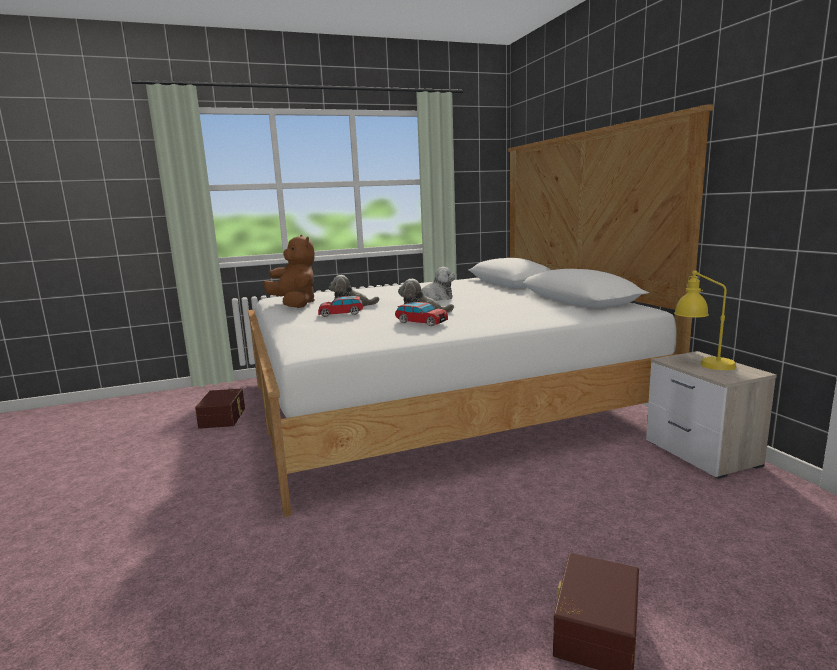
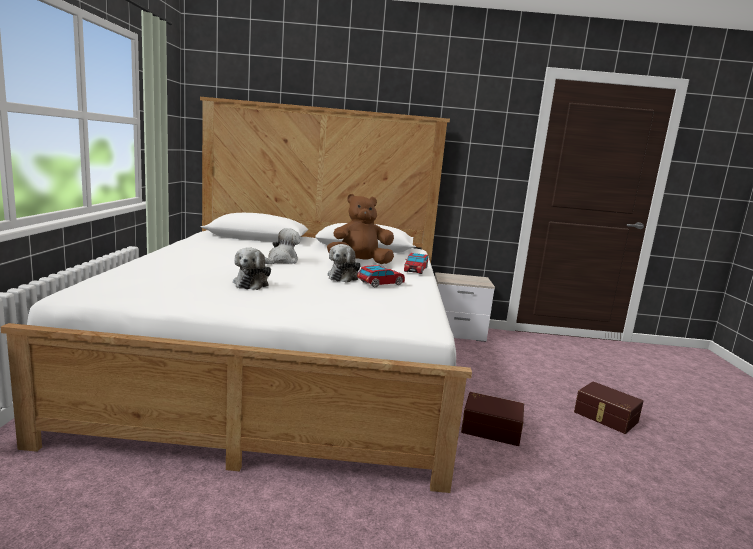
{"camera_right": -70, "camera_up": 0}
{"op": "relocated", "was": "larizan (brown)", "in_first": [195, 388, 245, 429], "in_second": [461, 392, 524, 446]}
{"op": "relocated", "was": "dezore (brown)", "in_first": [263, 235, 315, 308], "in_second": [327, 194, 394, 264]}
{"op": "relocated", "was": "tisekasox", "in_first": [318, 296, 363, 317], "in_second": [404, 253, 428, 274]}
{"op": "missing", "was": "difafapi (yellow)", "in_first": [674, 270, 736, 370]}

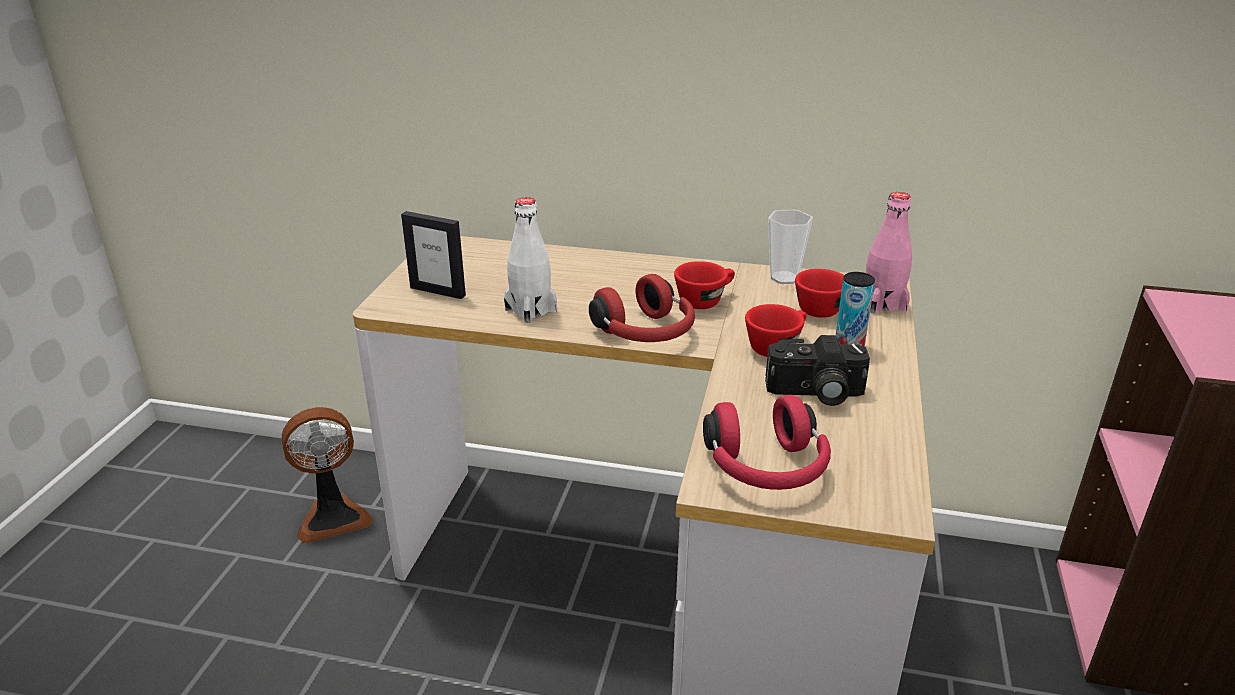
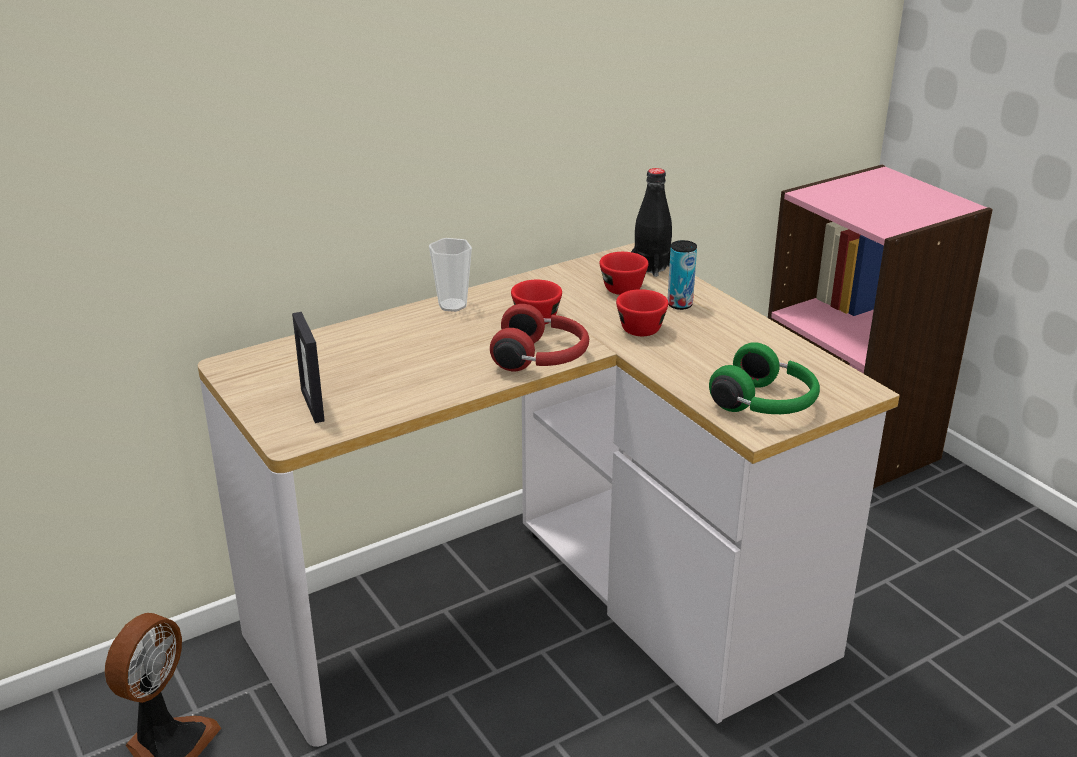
{"camera_right": -45, "camera_up": 0}
{"op": "spun", "was": "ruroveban", "in_first": [401, 211, 466, 299], "in_second": [292, 312, 325, 423], "clockwise": 90}
{"op": "missing", "was": "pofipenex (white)", "in_first": [504, 197, 557, 323]}
{"op": "colour", "was": "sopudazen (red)", "now": "sopudazen (green)", "in_first": [703, 395, 831, 490], "in_second": [709, 342, 820, 414]}
{"op": "missing", "was": "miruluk", "in_first": [765, 335, 870, 406]}
{"op": "relocated", "was": "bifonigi", "in_first": [768, 210, 813, 284], "in_second": [429, 238, 472, 312]}
{"op": "colour", "was": "pofipenex (pink)", "now": "pofipenex (black)", "in_first": [866, 192, 912, 314], "in_second": [631, 168, 672, 277]}

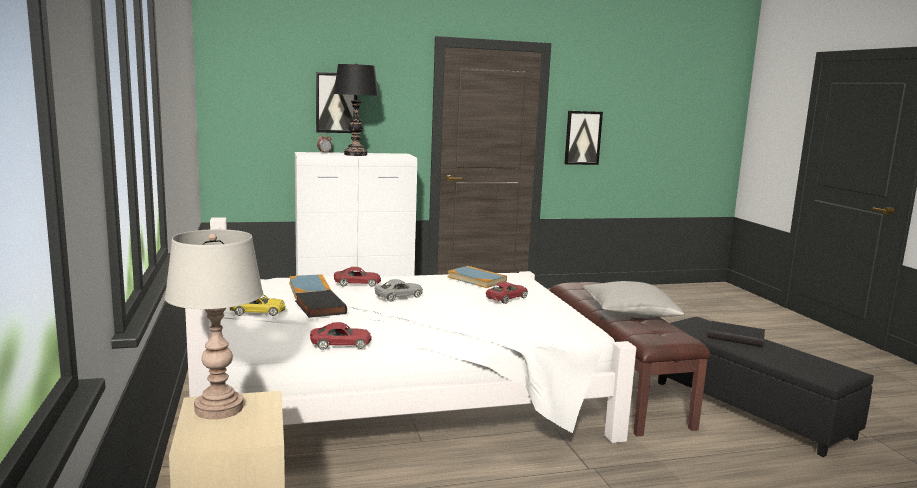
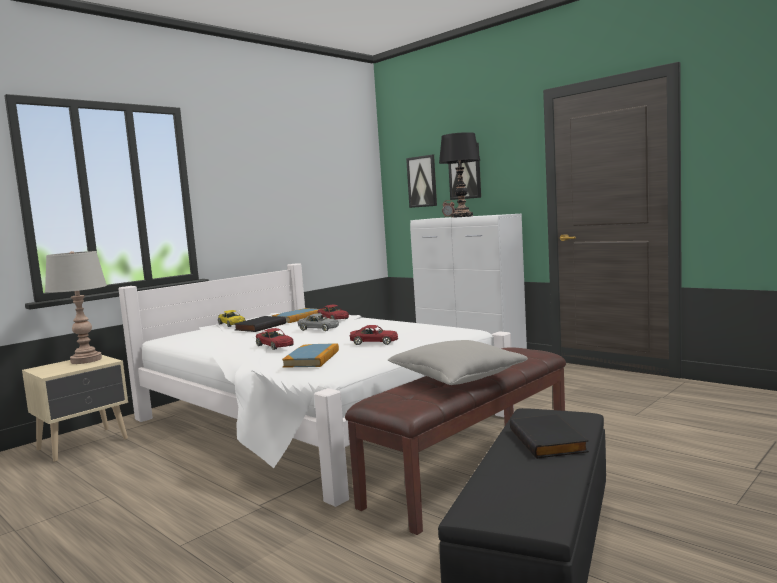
{"camera_right": 60, "camera_up": -5}
{"op": "relocated", "was": "tisekasox (red)", "in_first": [310, 322, 372, 350], "in_second": [256, 328, 294, 350]}
{"op": "relocated", "was": "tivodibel", "in_first": [448, 266, 507, 288], "in_second": [282, 343, 339, 368]}
{"op": "relocated", "was": "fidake", "in_first": [564, 111, 603, 165], "in_second": [406, 155, 437, 208]}

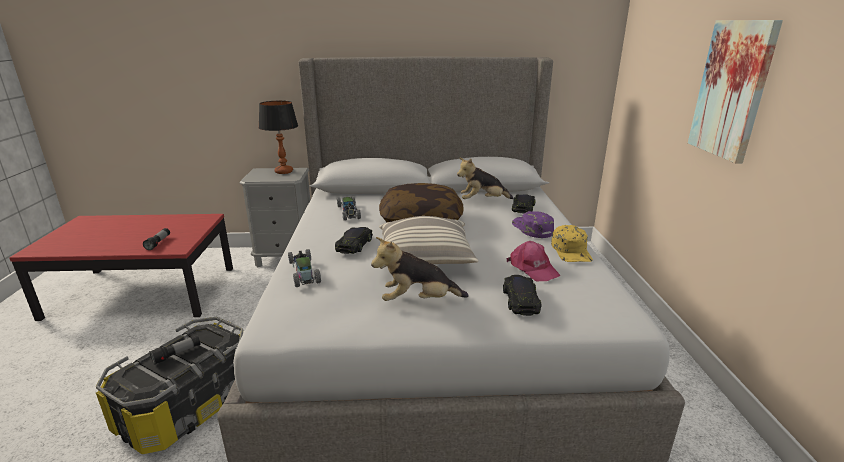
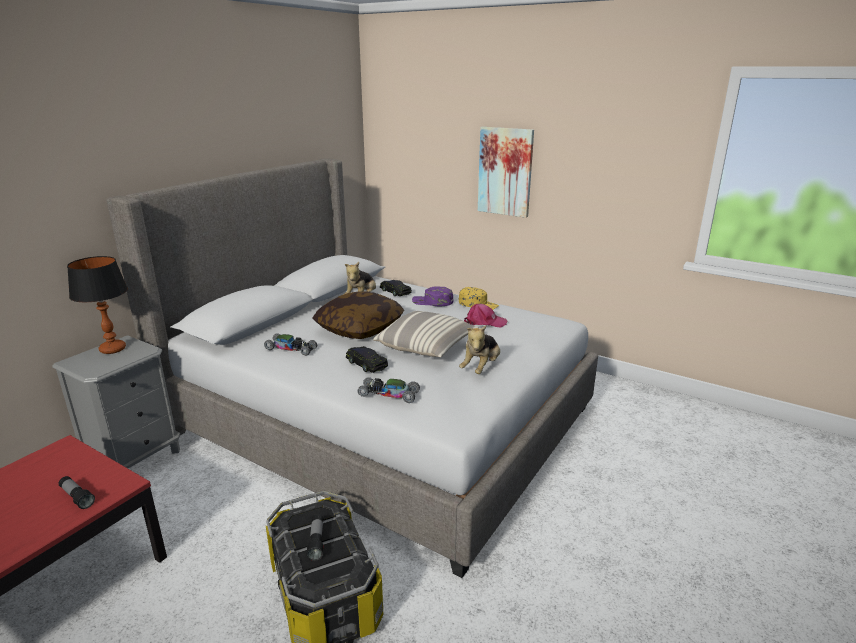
{"camera_right": -55, "camera_up": 0}
{"op": "missing", "was": "tisekasox (black)", "in_first": [503, 275, 541, 316]}

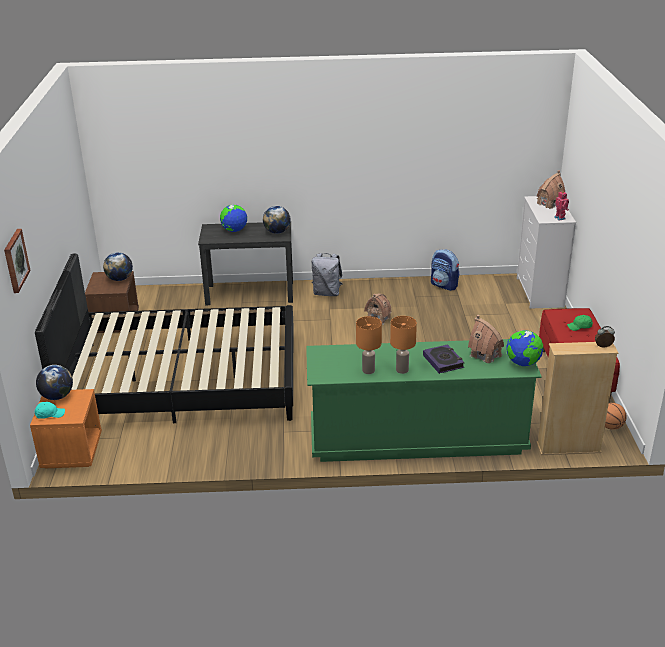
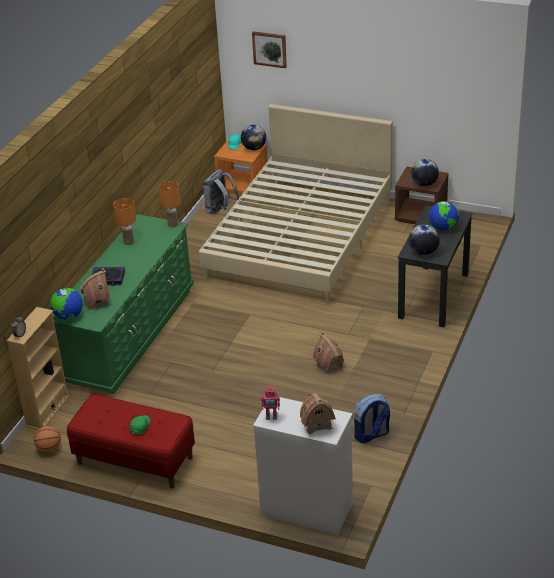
{"camera_right": 115, "camera_up": 5}
{"op": "colour", "was": "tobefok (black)", "now": "tobefok (beige)", "in_first": [35, 254, 293, 423], "in_second": [199, 104, 393, 304]}
{"op": "relocated", "was": "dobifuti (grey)", "in_first": [312, 253, 343, 296], "in_second": [203, 169, 240, 214]}
{"op": "relocated", "was": "difafapi (orange)", "in_first": [390, 316, 417, 374], "in_second": [158, 181, 181, 228]}

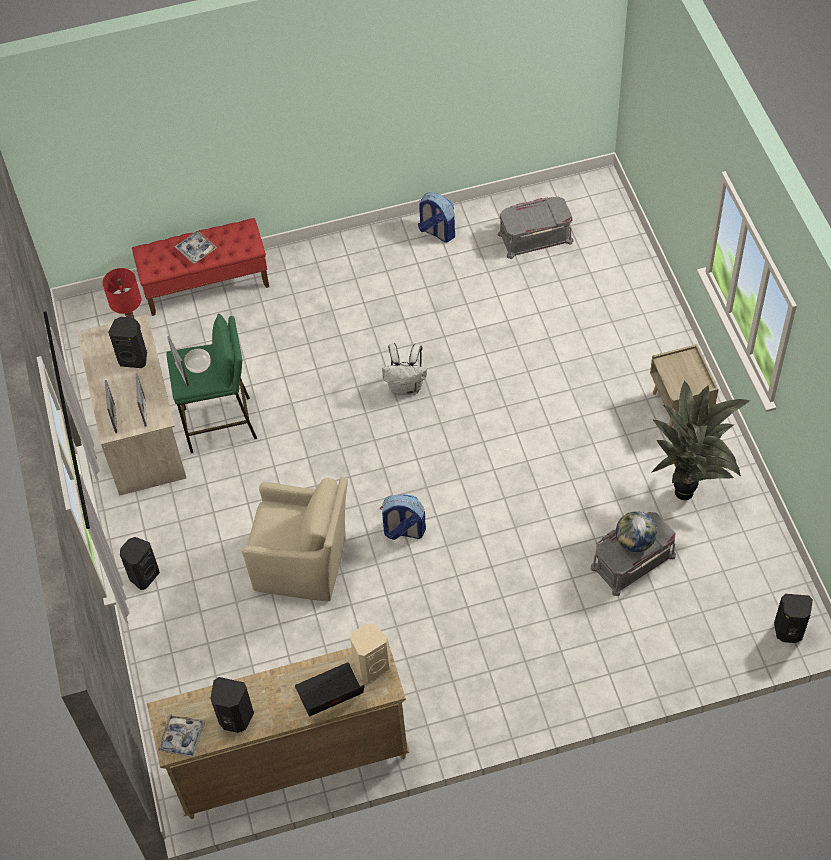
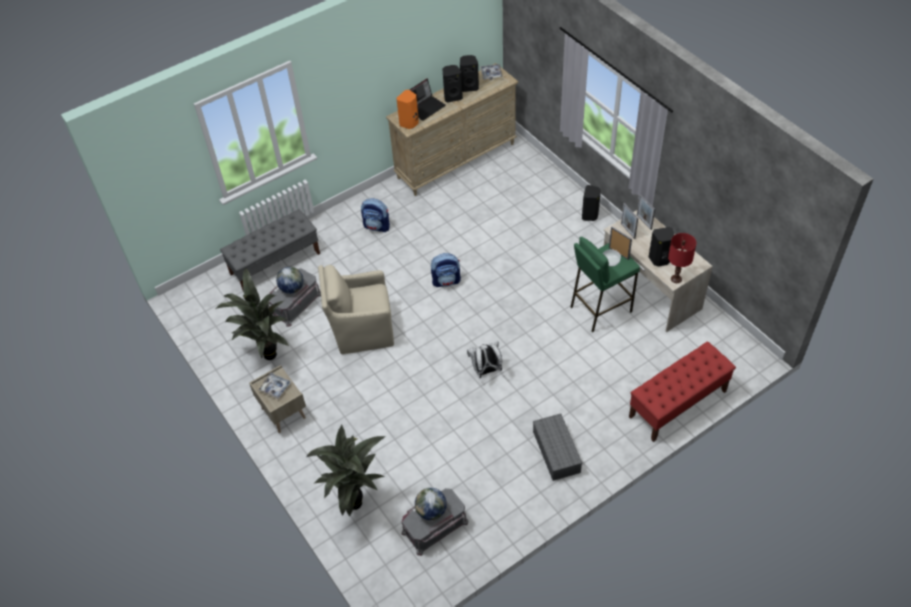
{"camera_right": 160, "camera_up": -5}
{"op": "relocated", "was": "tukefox", "in_first": [175, 231, 217, 264], "in_second": [257, 372, 292, 399]}
{"op": "relocated", "was": "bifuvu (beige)", "in_first": [242, 477, 348, 601], "in_second": [318, 265, 394, 354]}
{"op": "colour", "was": "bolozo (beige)", "now": "bolozo (orange)", "in_first": [350, 624, 390, 682], "in_second": [397, 90, 419, 129]}
{"op": "relocated", "was": "dobifuti", "in_first": [418, 192, 455, 242], "in_second": [361, 199, 390, 232]}
{"op": "relocated", "was": "bolozo (black)", "in_first": [774, 594, 813, 643], "in_second": [442, 65, 463, 102]}
{"op": "appeared", "now": "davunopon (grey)", "in_second": [220, 209, 320, 292]}
{"op": "appeared", "now": "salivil", "in_second": [306, 425, 386, 516]}
{"op": "appeared", "now": "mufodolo", "in_second": [415, 488, 447, 520]}
{"op": "appeared", "now": "larizan (grey)", "in_second": [533, 413, 582, 481]}

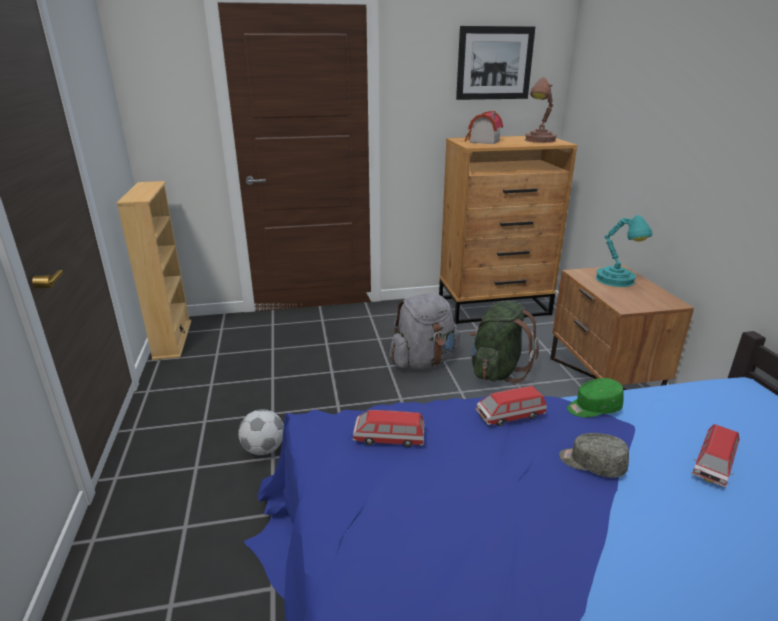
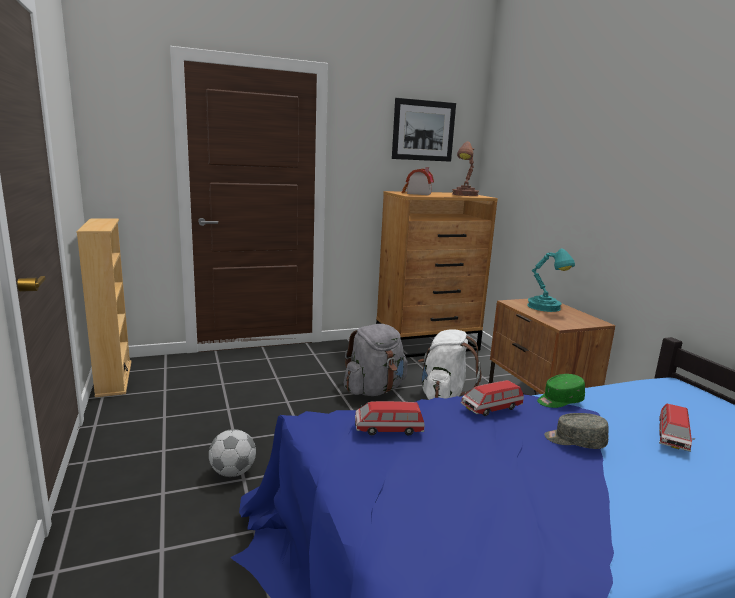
{"camera_right": -10, "camera_up": -10}
{"op": "colour", "was": "dobifuti (green)", "now": "dobifuti (white)", "in_first": [470, 301, 539, 383], "in_second": [418, 329, 481, 400]}

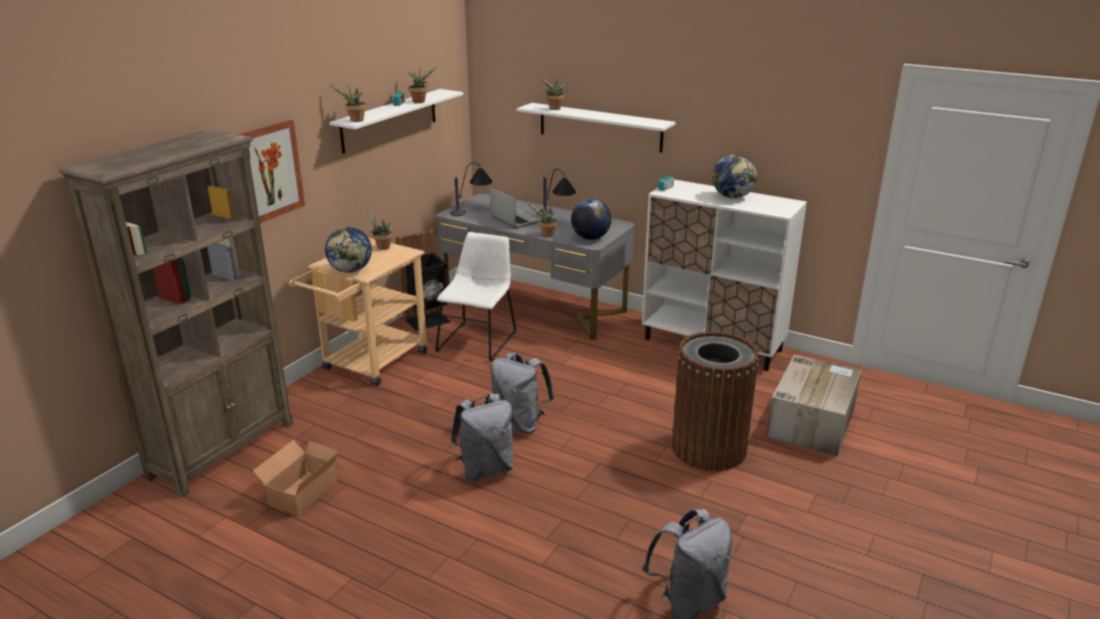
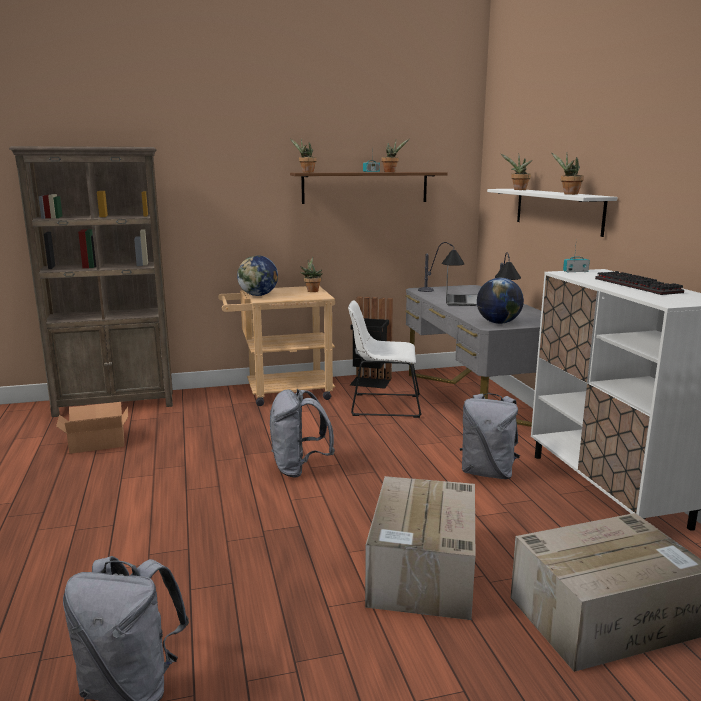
{"camera_right": 45, "camera_up": -10}
{"op": "missing", "was": "fidake", "in_first": [239, 120, 305, 223]}
{"op": "colour", "was": "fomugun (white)", "now": "fomugun (brown)", "in_first": [329, 89, 463, 154], "in_second": [290, 172, 448, 204]}
{"op": "spun", "was": "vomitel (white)", "in_first": [435, 232, 516, 362], "in_second": [348, 300, 421, 418], "clockwise": -150}
{"op": "relocated", "was": "dobifuti (grey)", "in_first": [451, 393, 513, 481], "in_second": [460, 393, 520, 479]}
{"op": "relocated", "was": "salivil", "in_first": [527, 203, 557, 237], "in_second": [552, 153, 584, 195]}
{"op": "exchanged", "was": "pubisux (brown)", "now": "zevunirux", "in_first": [672, 331, 759, 471], "in_second": [365, 476, 475, 620]}
{"op": "exchanged", "was": "mufodolo", "now": "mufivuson", "in_first": [712, 154, 757, 198], "in_second": [595, 271, 684, 295]}

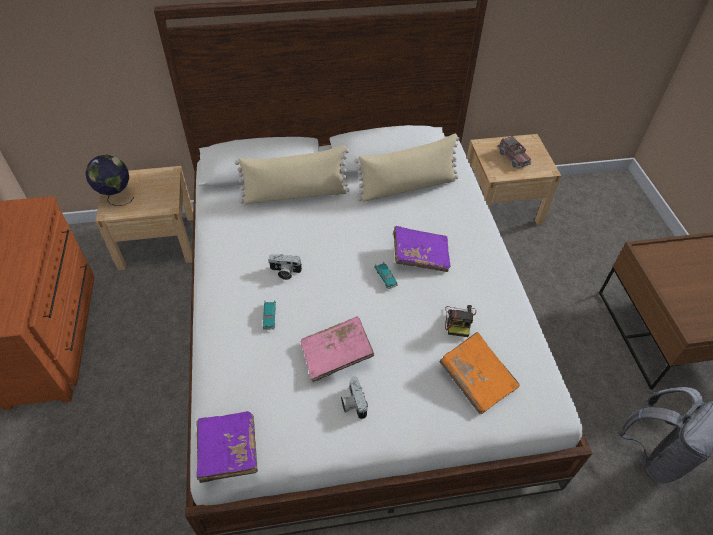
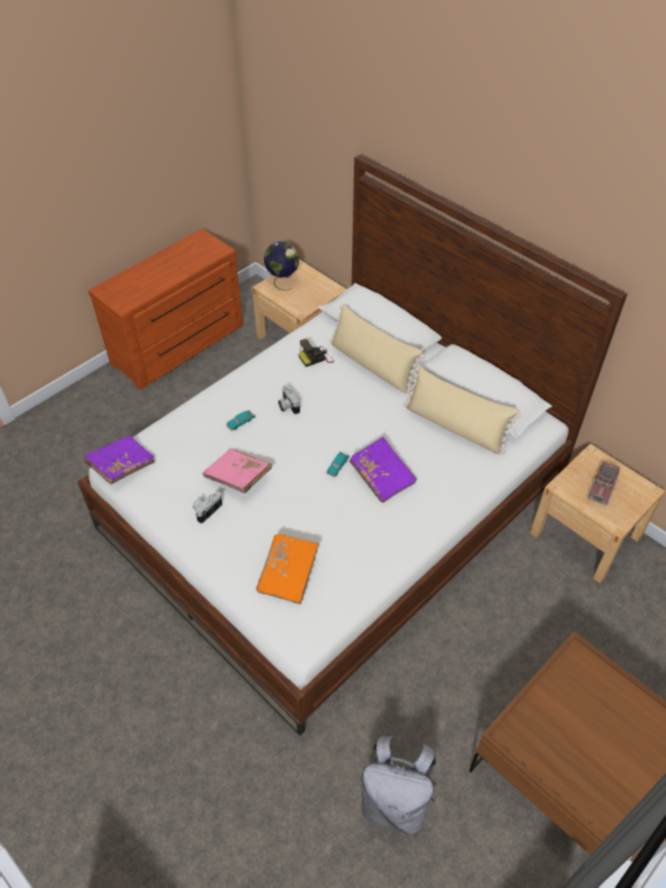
{"camera_right": 55, "camera_up": 0}
{"op": "relocated", "was": "miruluk", "in_first": [445, 305, 476, 337], "in_second": [298, 339, 334, 367]}

